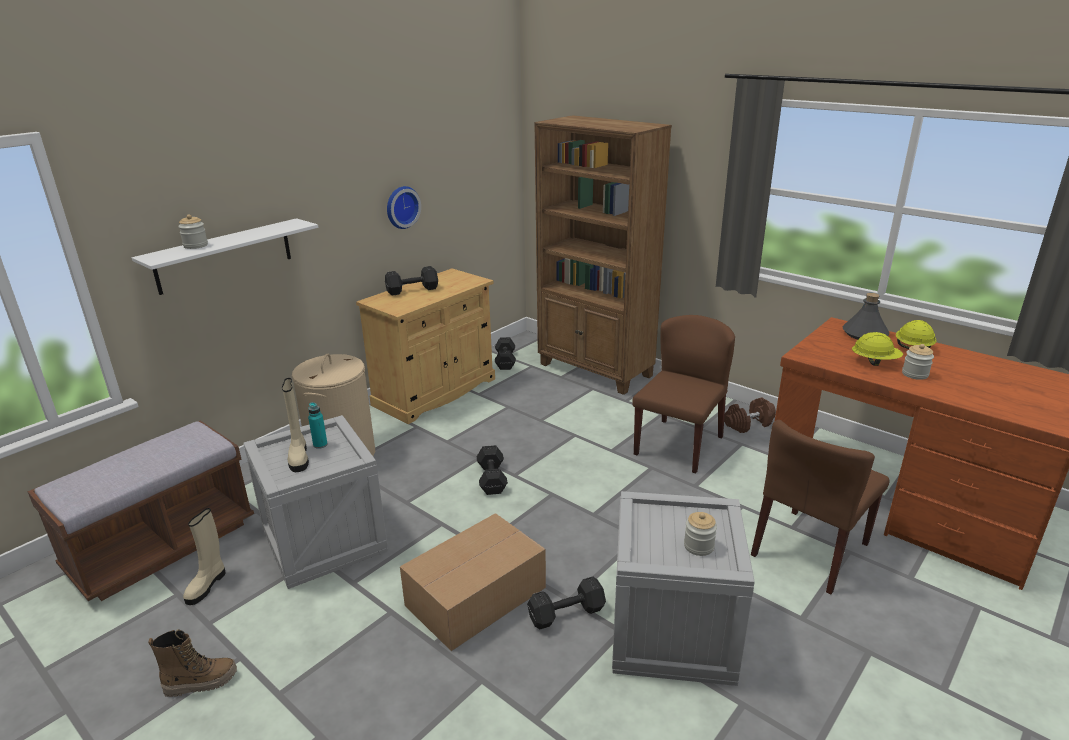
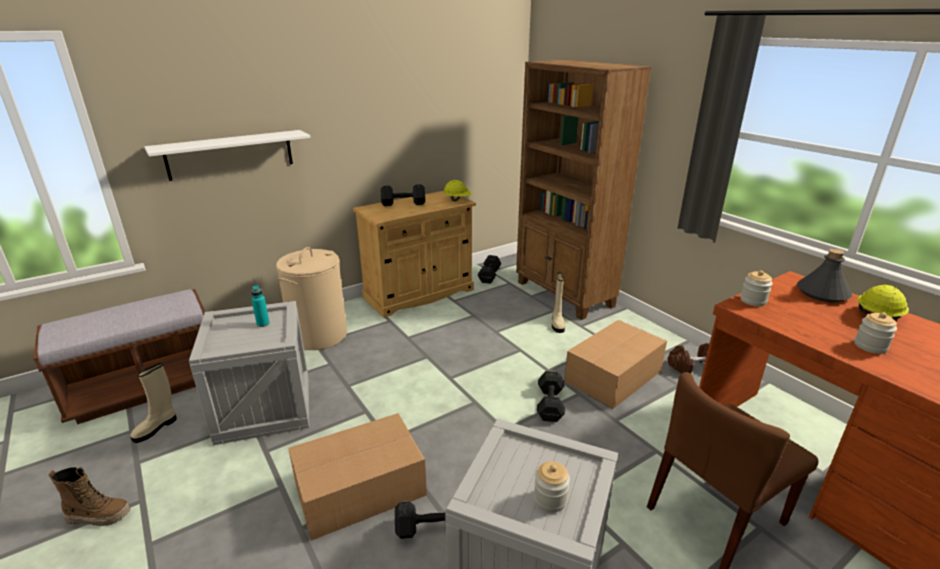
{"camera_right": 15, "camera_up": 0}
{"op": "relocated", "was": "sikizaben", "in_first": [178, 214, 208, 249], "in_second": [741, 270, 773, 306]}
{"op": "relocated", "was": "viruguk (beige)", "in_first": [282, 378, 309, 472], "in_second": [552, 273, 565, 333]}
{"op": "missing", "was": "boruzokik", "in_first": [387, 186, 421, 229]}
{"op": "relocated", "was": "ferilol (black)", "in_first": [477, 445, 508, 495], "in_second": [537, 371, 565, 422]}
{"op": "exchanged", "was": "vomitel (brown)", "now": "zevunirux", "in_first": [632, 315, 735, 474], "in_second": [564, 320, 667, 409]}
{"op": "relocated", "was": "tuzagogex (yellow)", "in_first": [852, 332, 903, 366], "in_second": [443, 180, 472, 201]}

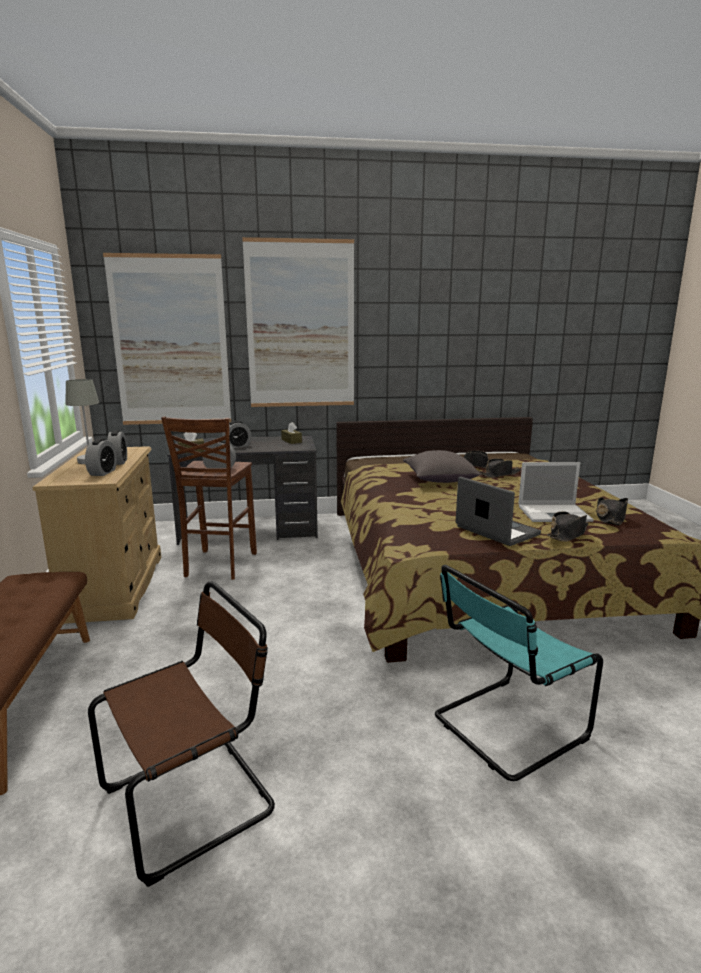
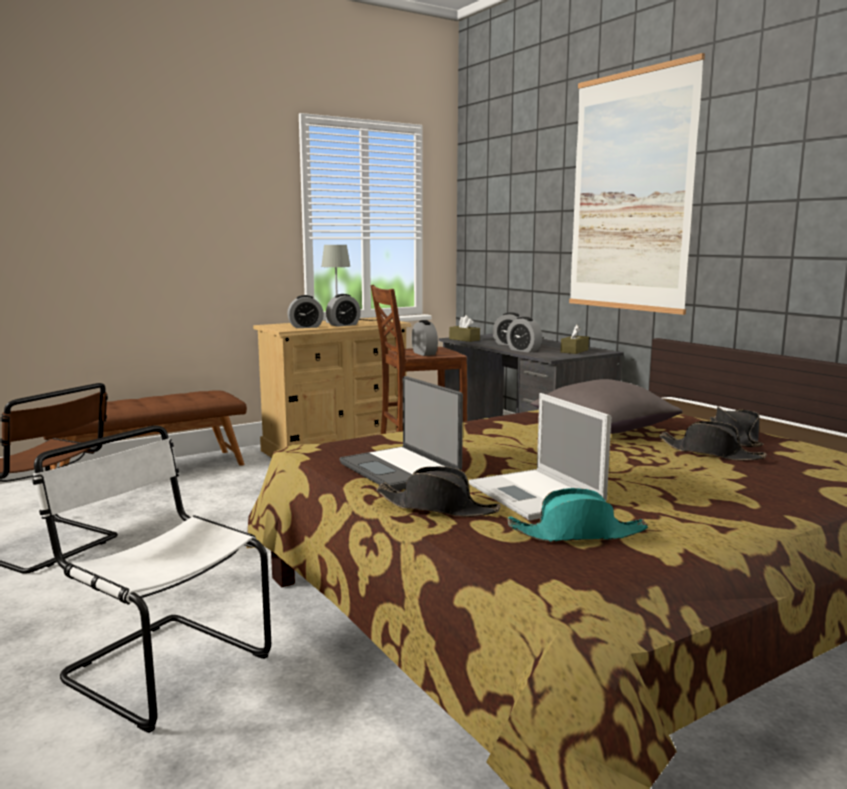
{"camera_right": 65, "camera_up": -5}
{"op": "missing", "was": "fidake", "in_first": [103, 253, 231, 425]}
{"op": "colour", "was": "vomitel (turquoise)", "now": "vomitel (white)", "in_first": [435, 565, 603, 781], "in_second": [32, 425, 271, 733]}
{"op": "spun", "was": "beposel", "in_first": [456, 477, 541, 546], "in_second": [339, 376, 463, 490], "clockwise": 120}
{"op": "colour", "was": "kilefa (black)", "now": "kilefa (turquoise)", "in_first": [596, 497, 628, 525], "in_second": [507, 488, 648, 542]}
{"op": "appeared", "now": "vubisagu", "in_second": [506, 317, 542, 352]}

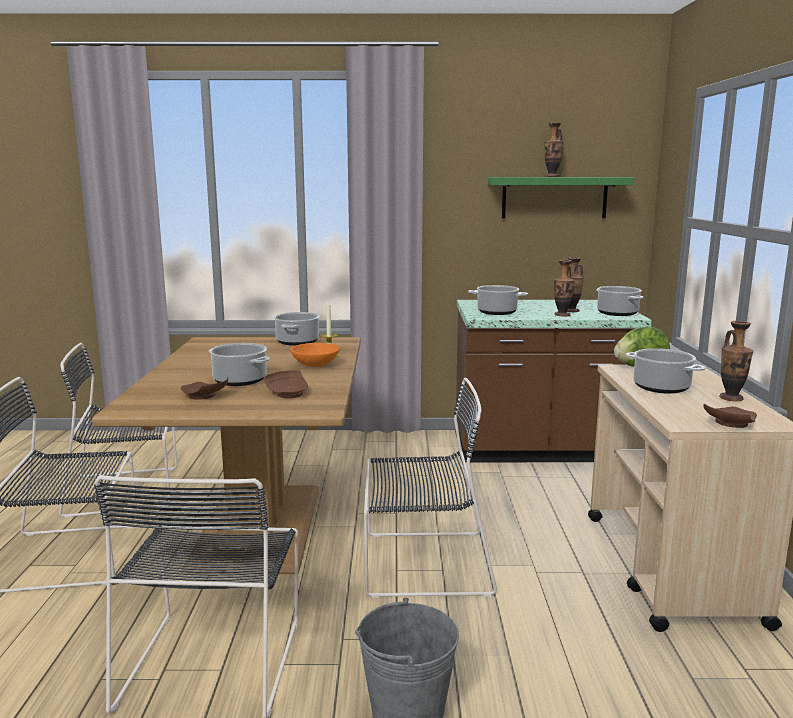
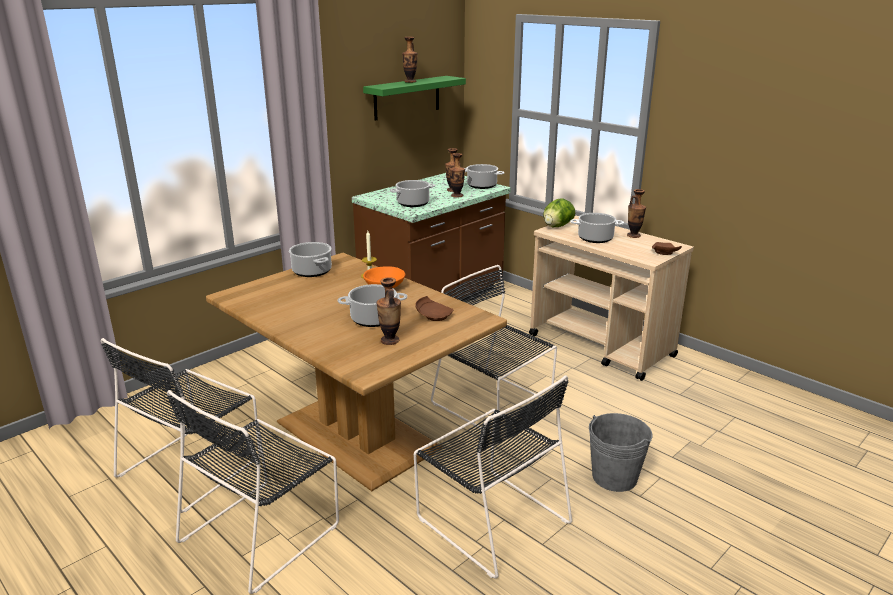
{"camera_right": -45, "camera_up": 10}
{"op": "exchanged", "was": "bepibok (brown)", "now": "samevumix", "in_first": [181, 377, 228, 400], "in_second": [376, 277, 401, 345]}
{"op": "spun", "was": "vomitel (black)", "in_first": [364, 378, 497, 598], "in_second": [431, 265, 557, 433], "clockwise": -90}

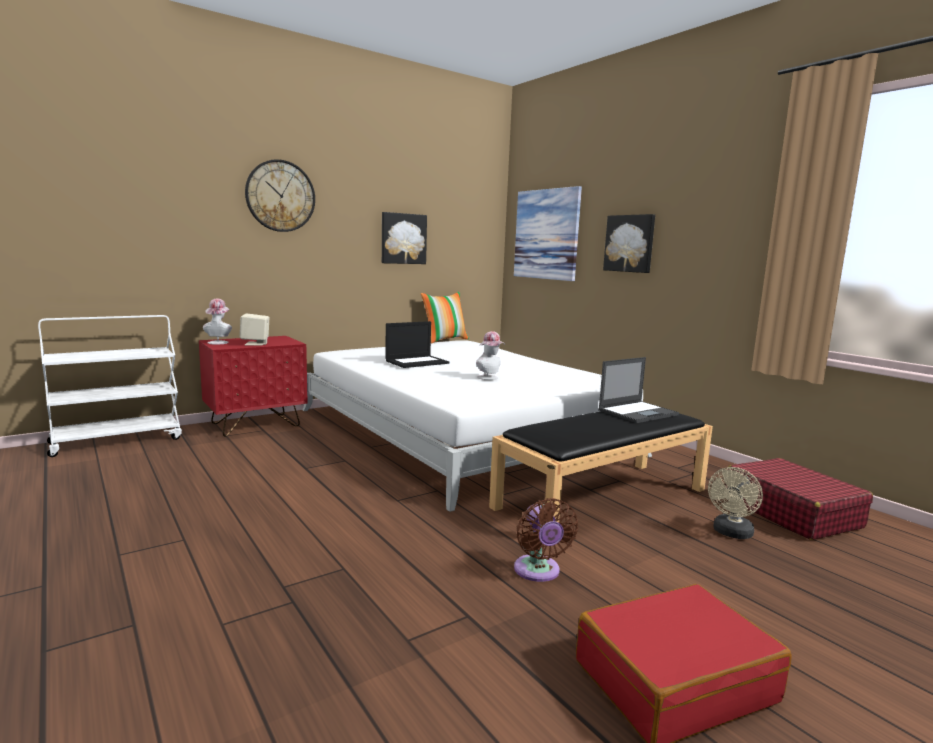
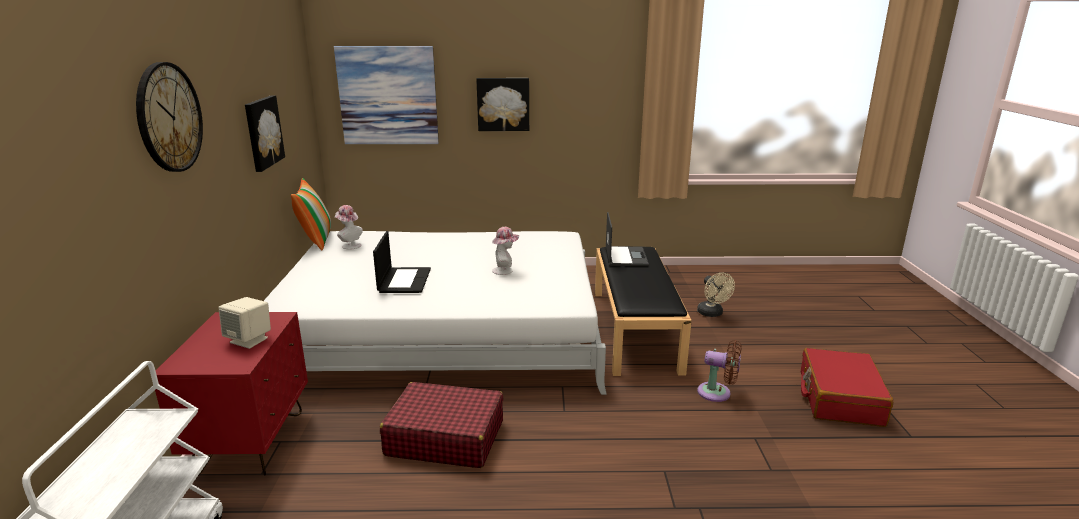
{"camera_right": -55, "camera_up": 10}
{"op": "relocated", "was": "kilefa", "in_first": [203, 299, 232, 344], "in_second": [335, 205, 363, 250]}
{"op": "relocated", "was": "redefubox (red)", "in_first": [725, 458, 873, 540], "in_second": [380, 382, 503, 468]}

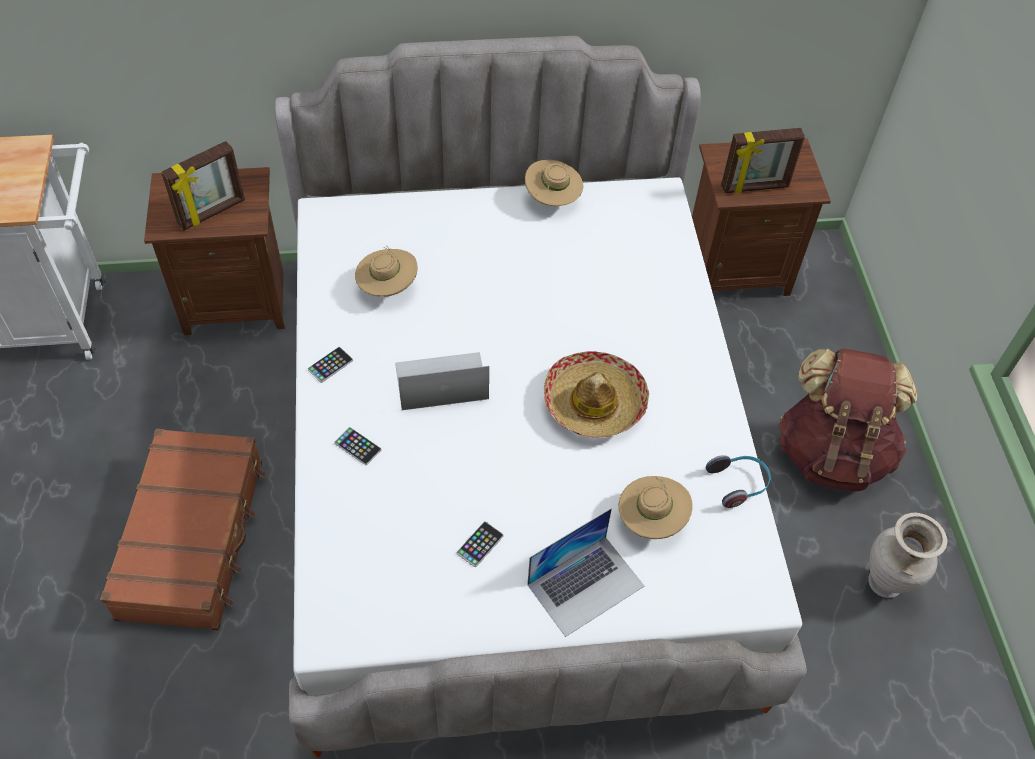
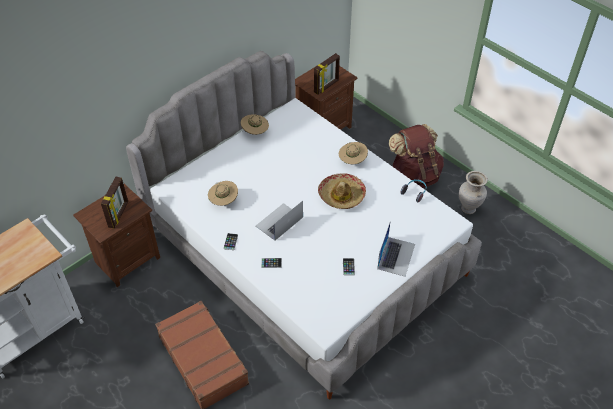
{"camera_right": -35, "camera_up": -5}
{"op": "relocated", "was": "kilefa (beige)", "in_first": [619, 476, 693, 539], "in_second": [339, 142, 368, 164]}

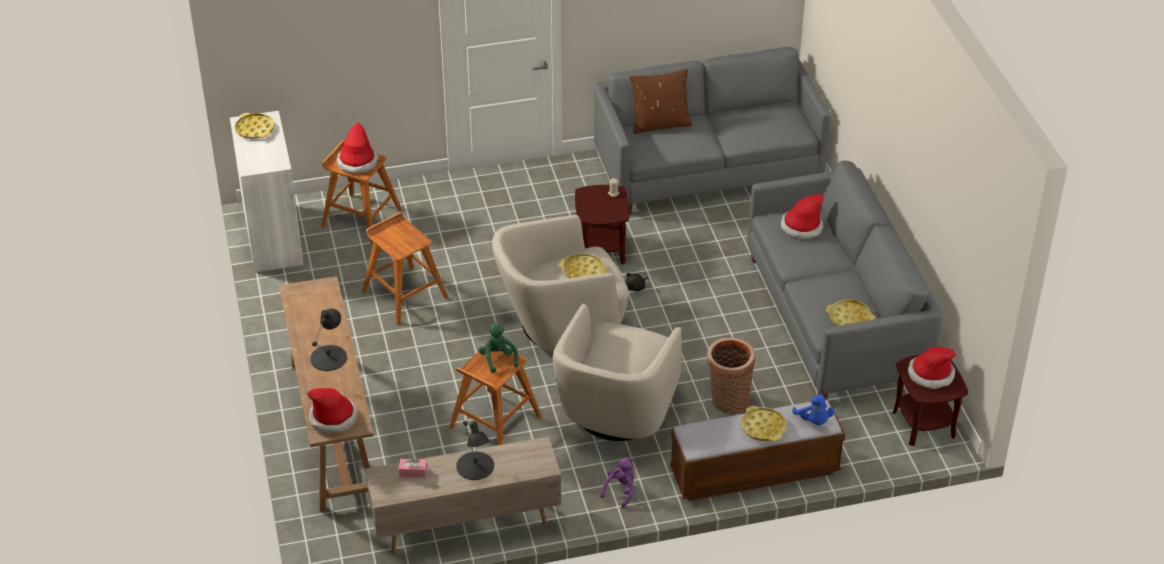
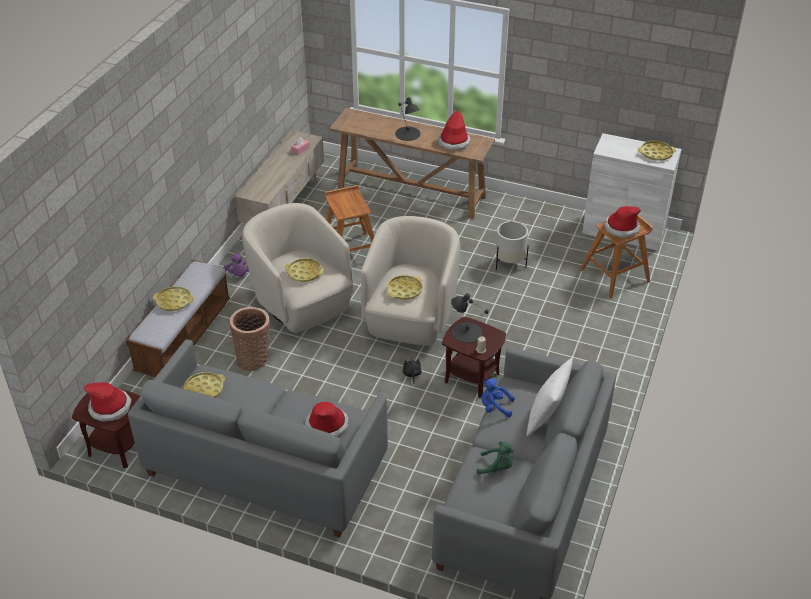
{"camera_right": 125, "camera_up": 0}
{"op": "relocated", "was": "kilefa", "in_first": [307, 388, 358, 434], "in_second": [438, 110, 471, 150]}
{"op": "exchanged", "was": "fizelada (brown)", "now": "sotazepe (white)", "in_first": [362, 212, 448, 325], "in_second": [495, 221, 529, 270]}
{"op": "relocated", "was": "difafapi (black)", "in_first": [456, 420, 494, 480], "in_second": [451, 293, 489, 343]}
{"op": "relocated", "was": "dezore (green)", "in_first": [479, 323, 518, 373], "in_second": [477, 441, 513, 474]}
{"op": "colour", "was": "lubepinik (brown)", "now": "lubepinik (white)", "in_first": [630, 69, 692, 134], "in_second": [527, 358, 573, 436]}
{"op": "relocated", "was": "dezore (blue)", "in_first": [792, 393, 835, 425], "in_second": [481, 378, 514, 417]}
{"op": "appeared", "now": "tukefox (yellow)", "in_second": [285, 258, 324, 282]}

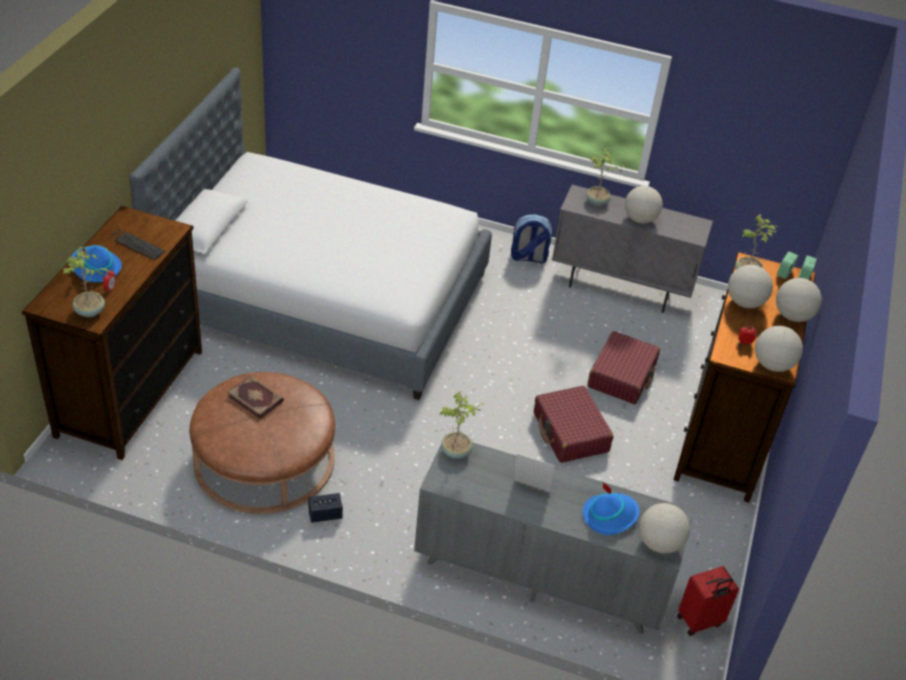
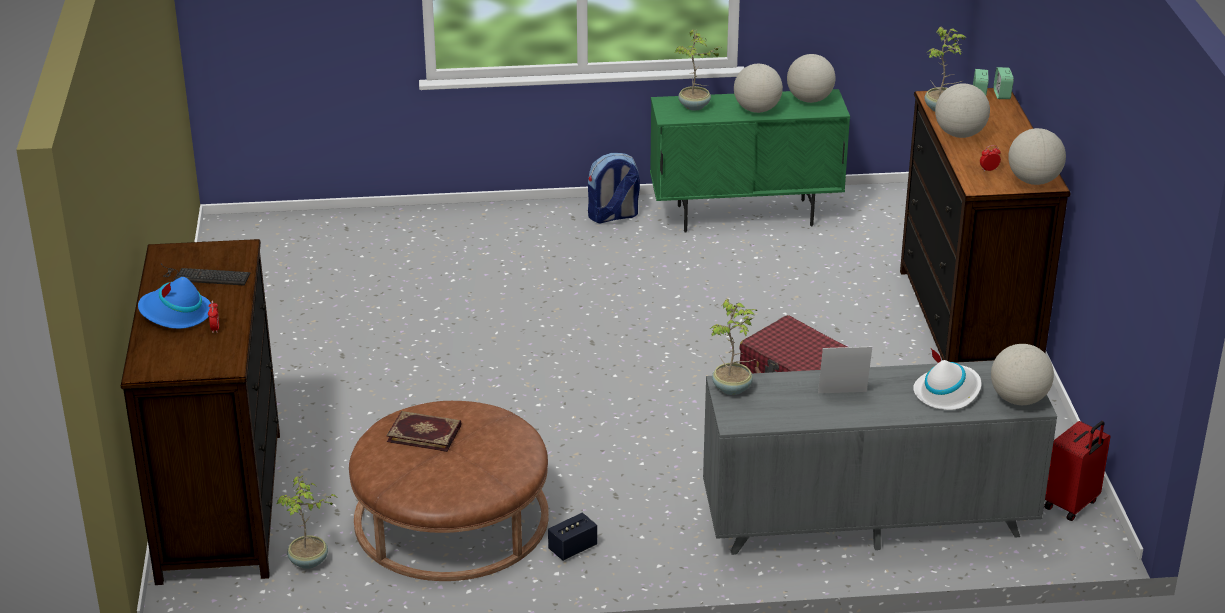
{"camera_right": -20, "camera_up": -10}
{"op": "relocated", "was": "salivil", "in_first": [62, 246, 108, 317], "in_second": [277, 475, 338, 569]}
{"op": "missing", "was": "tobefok", "in_first": [129, 67, 492, 400]}
{"op": "colour", "was": "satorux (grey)", "now": "satorux (green)", "in_first": [552, 185, 713, 313], "in_second": [650, 89, 850, 233]}
{"op": "colour", "was": "kilefa (blue)", "now": "kilefa (white)", "in_first": [583, 483, 640, 535], "in_second": [913, 349, 982, 410]}
{"op": "missing", "was": "redefubox (red)", "in_first": [587, 331, 660, 404]}
{"op": "relocated", "was": "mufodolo", "in_first": [776, 278, 822, 322], "in_second": [787, 54, 836, 103]}

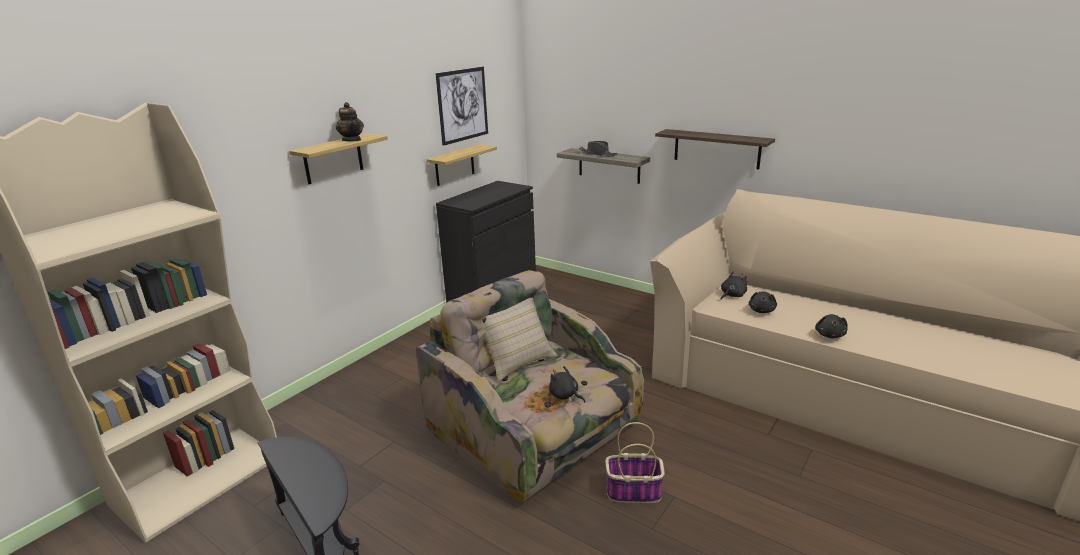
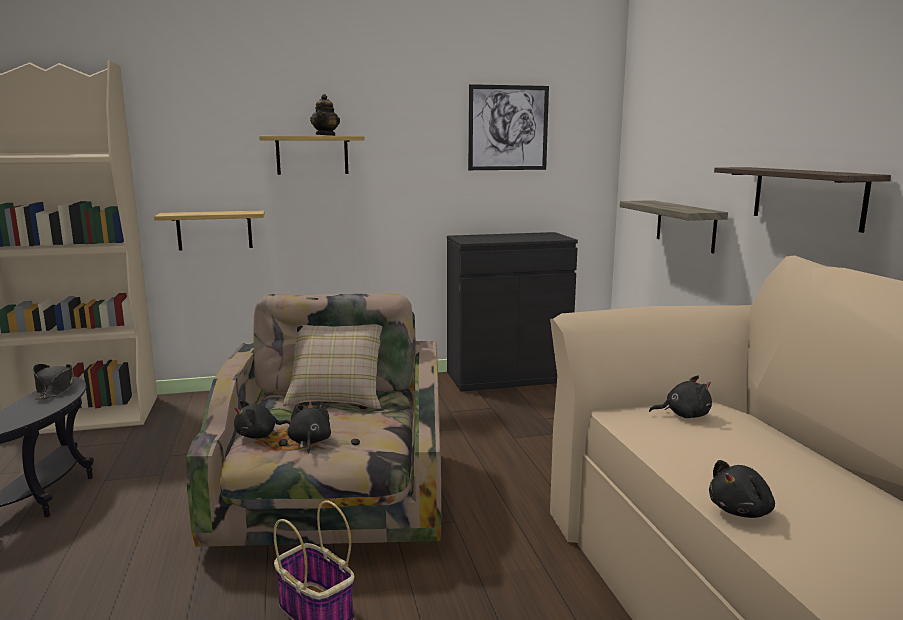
{"camera_right": 40, "camera_up": -10}
{"op": "relocated", "was": "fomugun", "in_first": [426, 144, 497, 186], "in_second": [154, 211, 265, 250]}
{"op": "relocated", "was": "kilefa (black)", "in_first": [578, 141, 618, 157], "in_second": [33, 364, 74, 400]}
{"op": "relocated", "was": "dezore (black)", "in_first": [749, 291, 777, 313], "in_second": [234, 400, 290, 439]}

